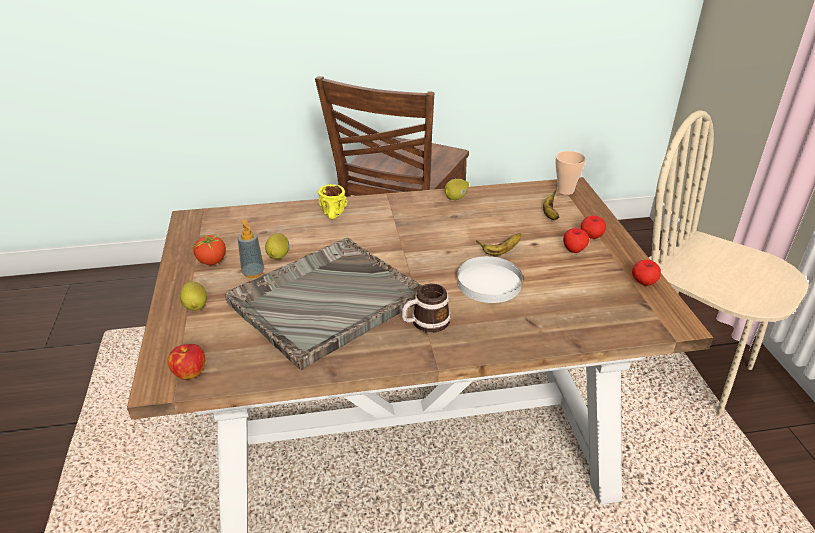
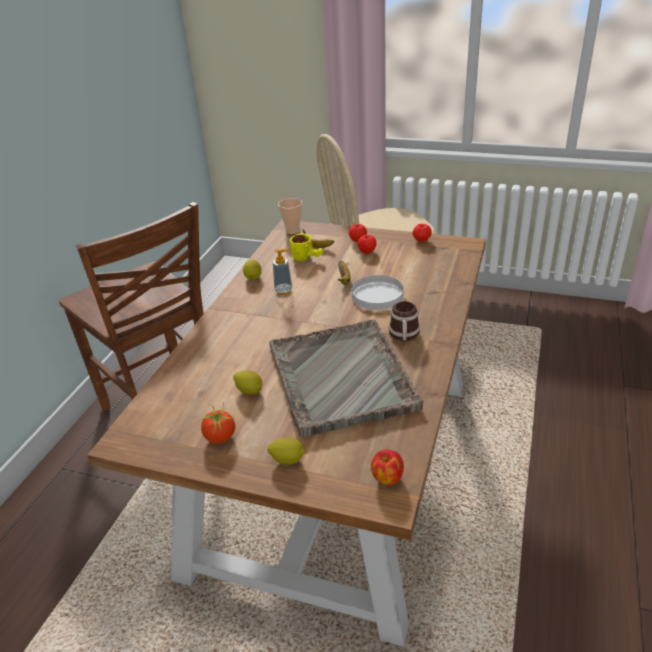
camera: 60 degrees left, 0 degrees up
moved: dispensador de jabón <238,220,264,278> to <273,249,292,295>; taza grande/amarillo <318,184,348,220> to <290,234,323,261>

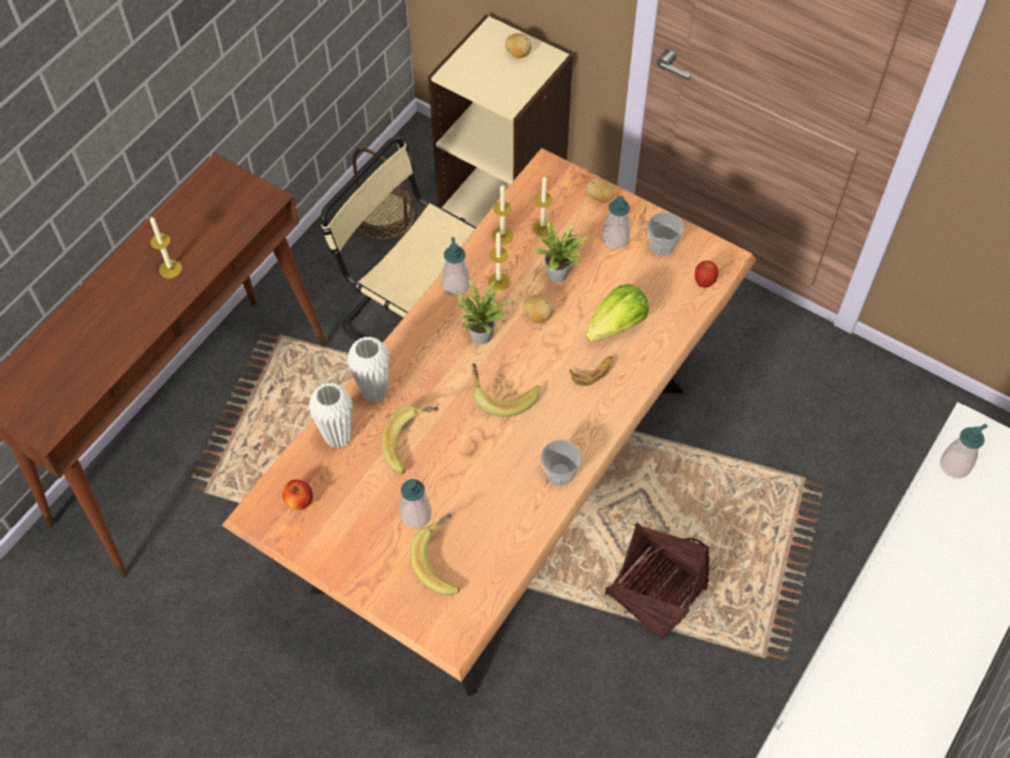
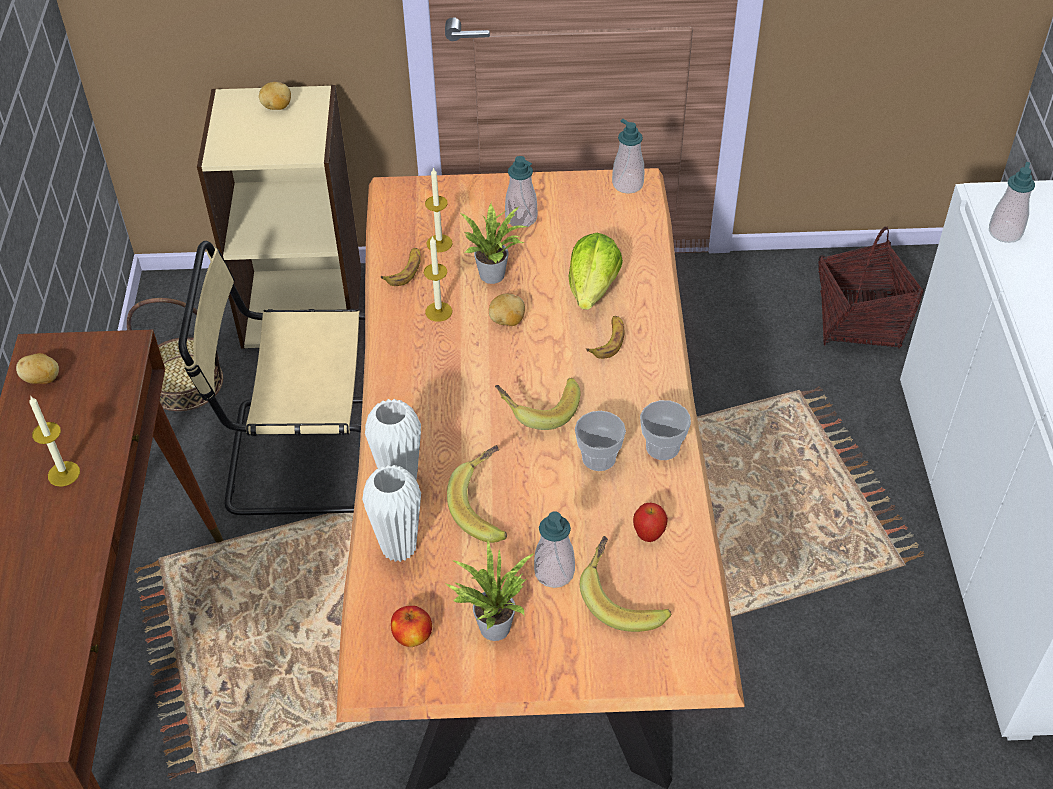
camera: 35 degrees left, 10 degrees down
moved: dispensador de jabón <442,237,470,296> to <612,119,644,194>; planta en maceta <456,279,515,345> to <446,540,534,641>; patata <587,179,614,203> to <16,353,59,384>; cesta <605,523,710,639> to <818,226,924,348>; taza <647,212,684,256> to <575,411,626,471>; manzana <695,261,719,288> to <633,503,668,542>
replaced: vela <492,184,513,245> to plátano <381,248,421,286>

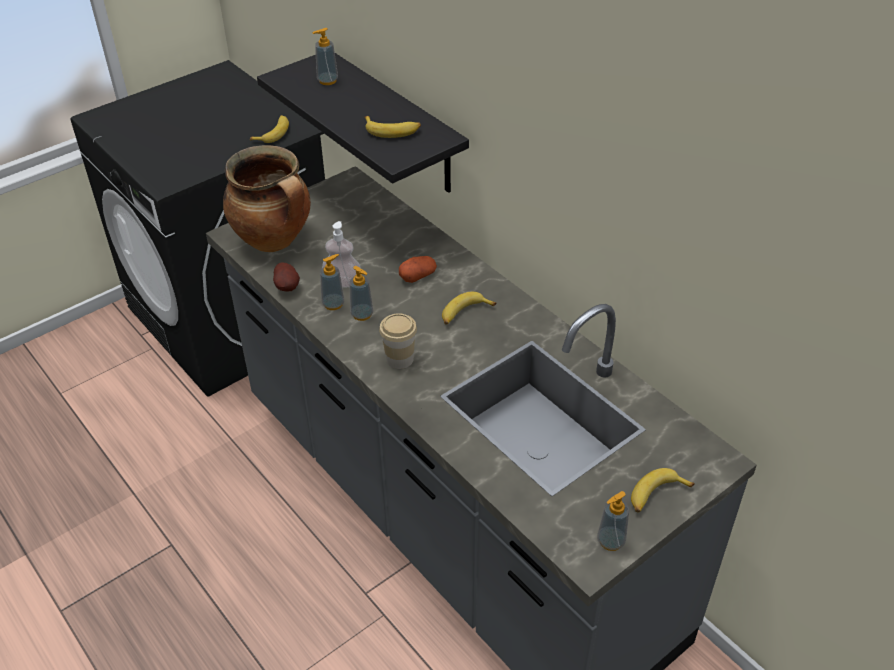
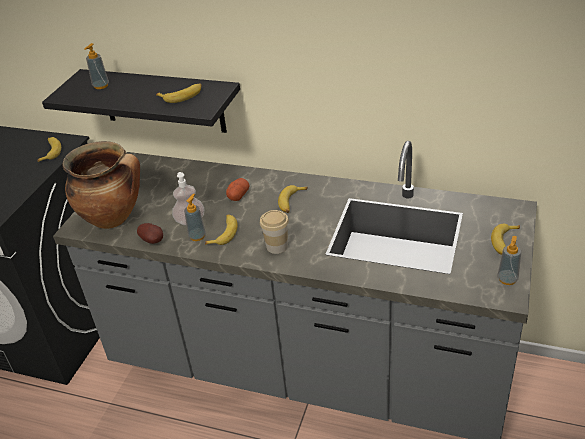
camera: 30 degrees left, 5 degrees down
replaced: dispensador de jabón <349,266,373,321> to plátano <205,214,238,245>

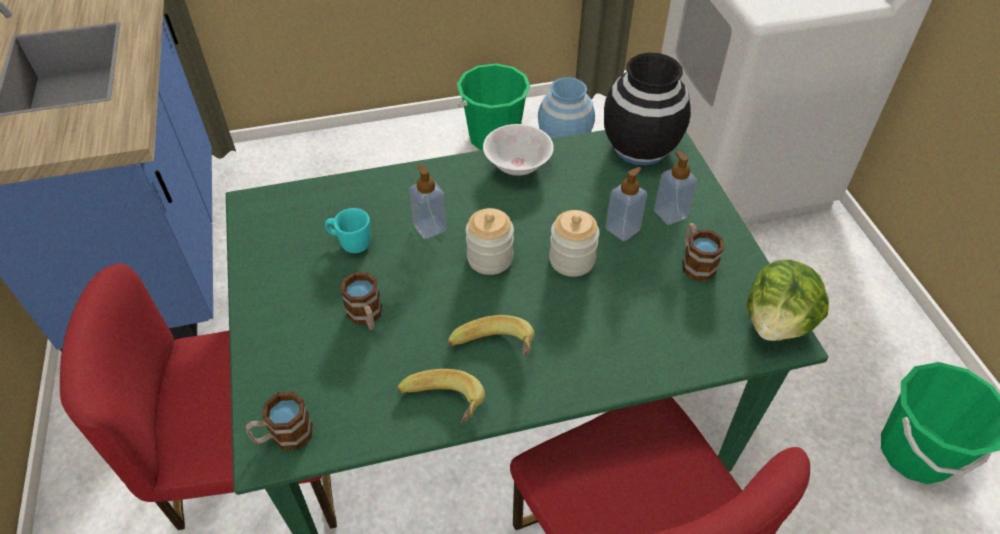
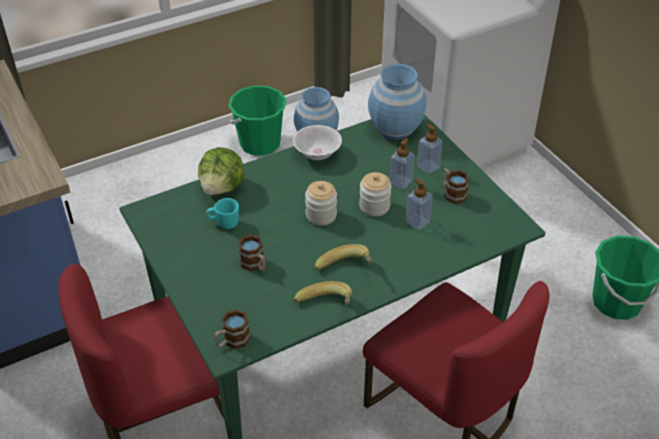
camera: 15 degrees left, 5 degrees down
moved: dispensador de jabón <409,164,447,239> to <405,178,433,230>; lechuga <747,260,829,341> to <198,147,244,195>
recoloured: florero/negro <604,53,691,165> to florero/azul <368,64,427,140>

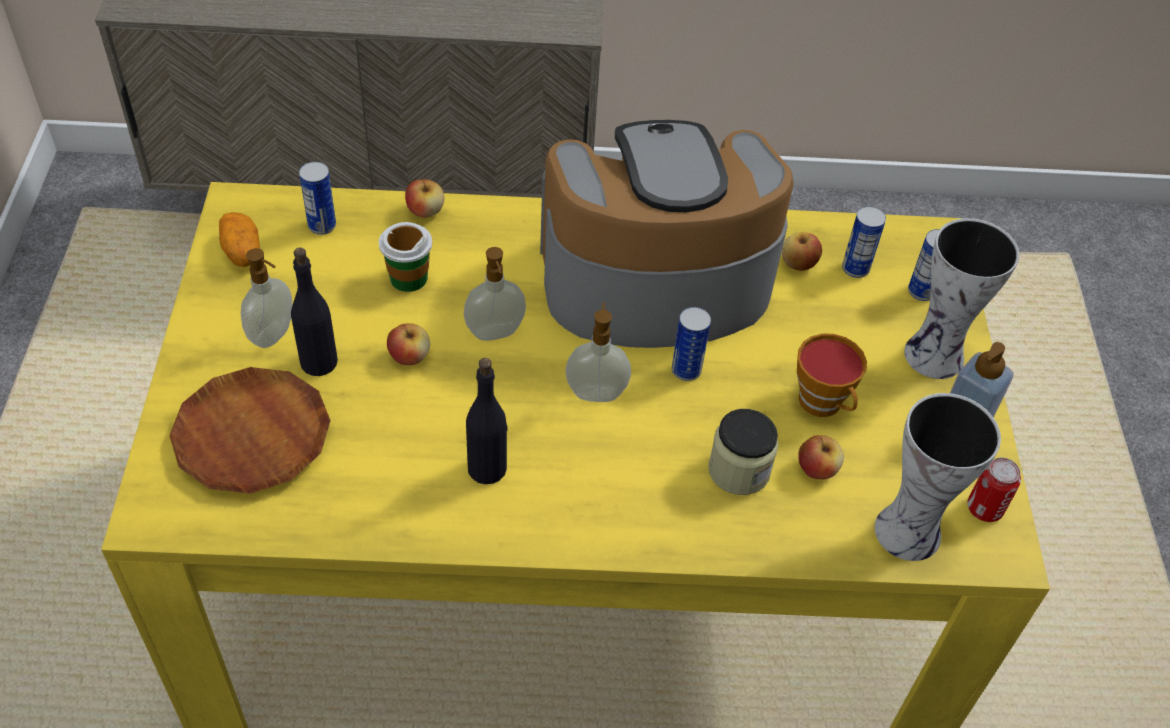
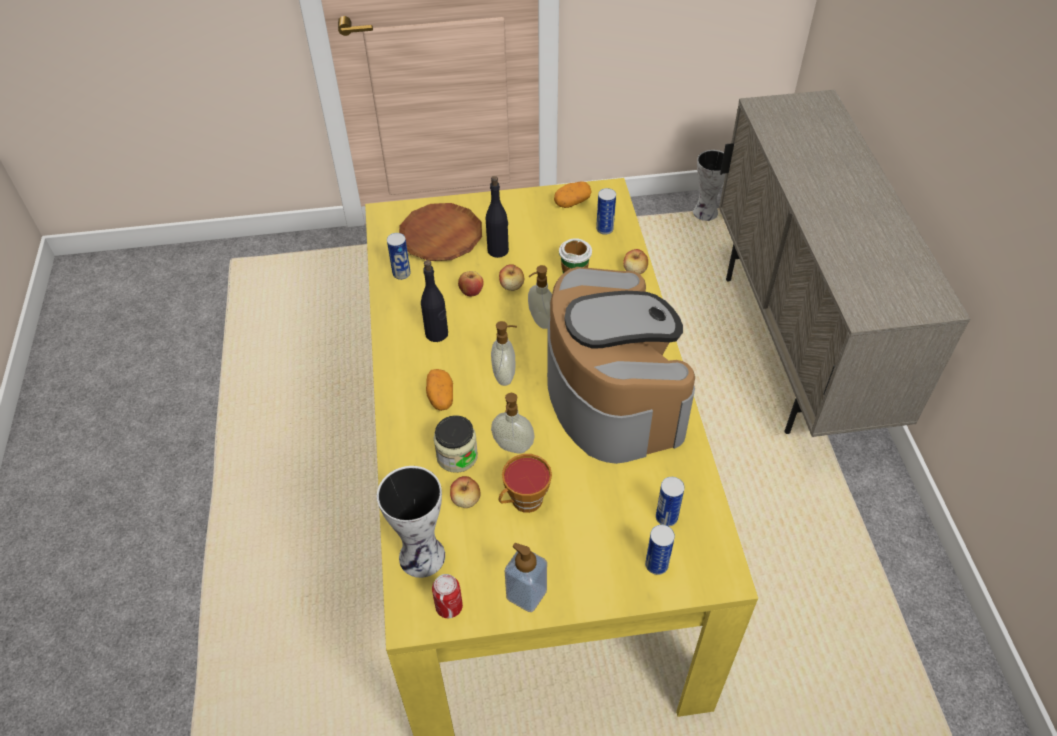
camera: 85 degrees right, 0 degrees up
added: patata <426,369,453,411>
moved: dispensador de jabón <240,248,292,348> to <491,393,535,454>; lata <672,307,711,381> to <387,233,411,280>; manzana <782,232,822,271> to <458,271,484,297>; florero <904,218,1019,379> to <693,150,726,221>

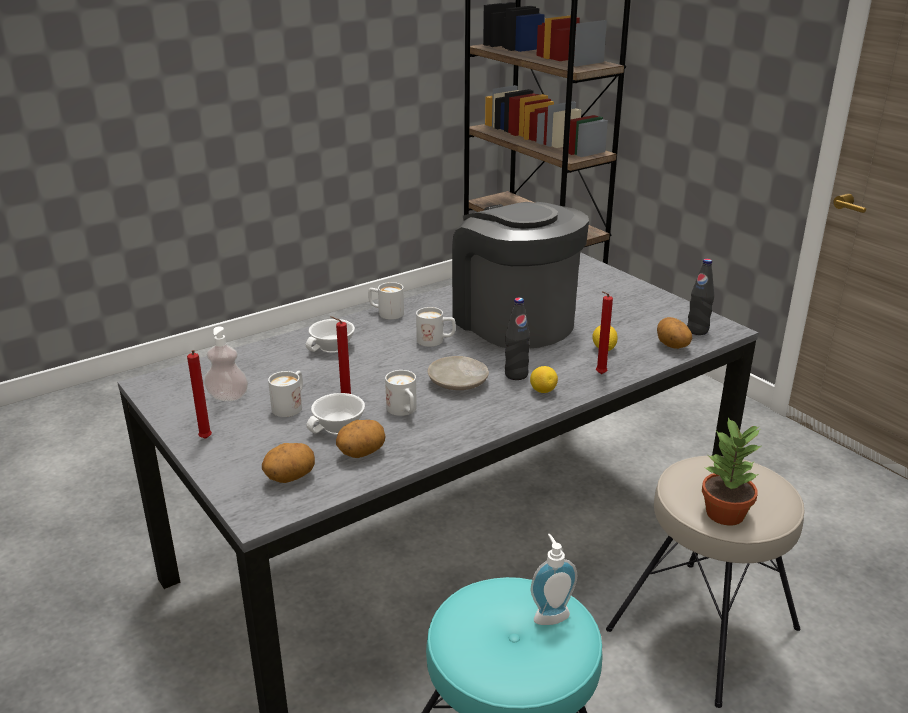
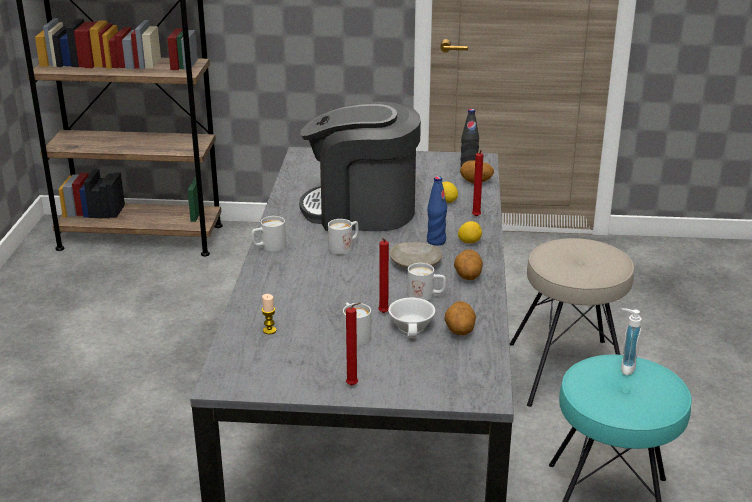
camera: 50 degrees left, 0 degrees up
removed: dispensador de jabón <204,326,248,401>; taza/blanco <306,319,355,353>; planta en maceta <702,417,762,526>
added: vela <262,294,276,334>
moved: patata <262,443,315,483> to <454,249,483,280>
recoloured: botella/negro <505,297,530,380> to botella/azul <427,176,447,246>

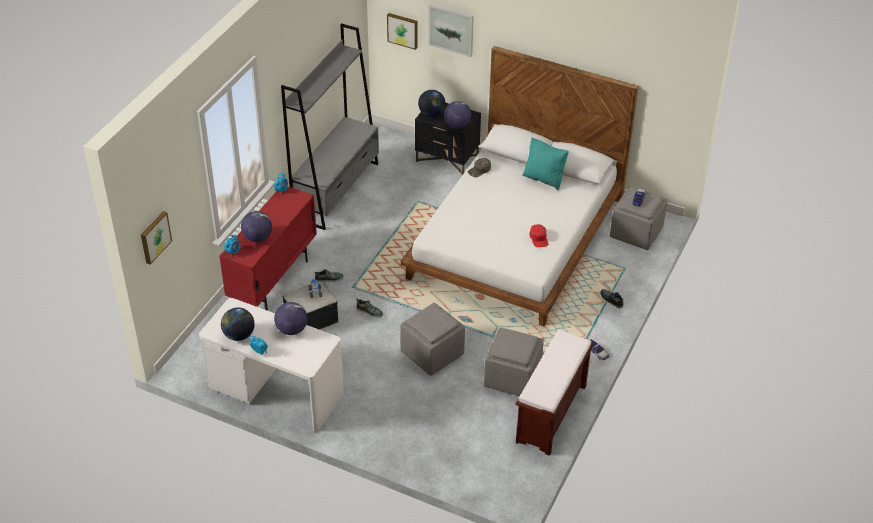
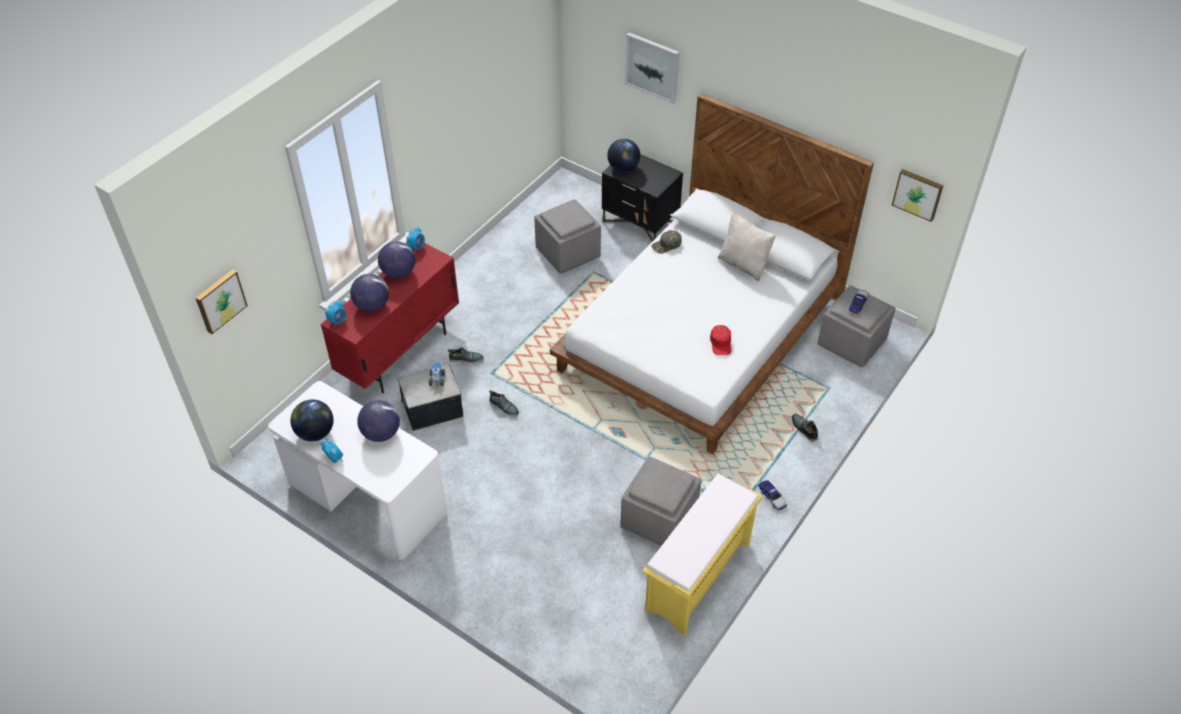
camera: 10 degrees right, 5 degrees up
removed: estantería/gris <281,23,379,230>
moved: cuadro <387,13,418,50> to <892,169,944,222>; puf/gris <400,303,465,376> to <534,199,601,274>; globo terráqueo <444,101,472,129> to <378,241,415,278>
recoloured: banco/marrón <515,330,594,456> to banco/amarillo <642,474,762,635>; cojín/turquesa <522,138,569,190> to cojín/beis <718,213,776,282>

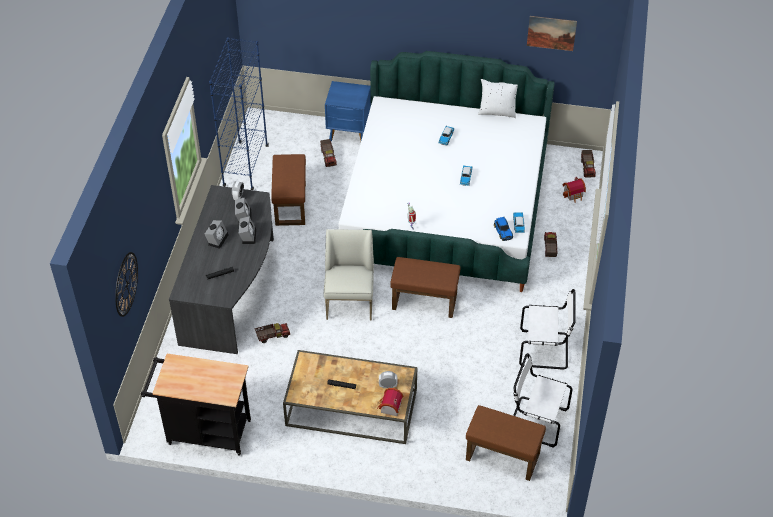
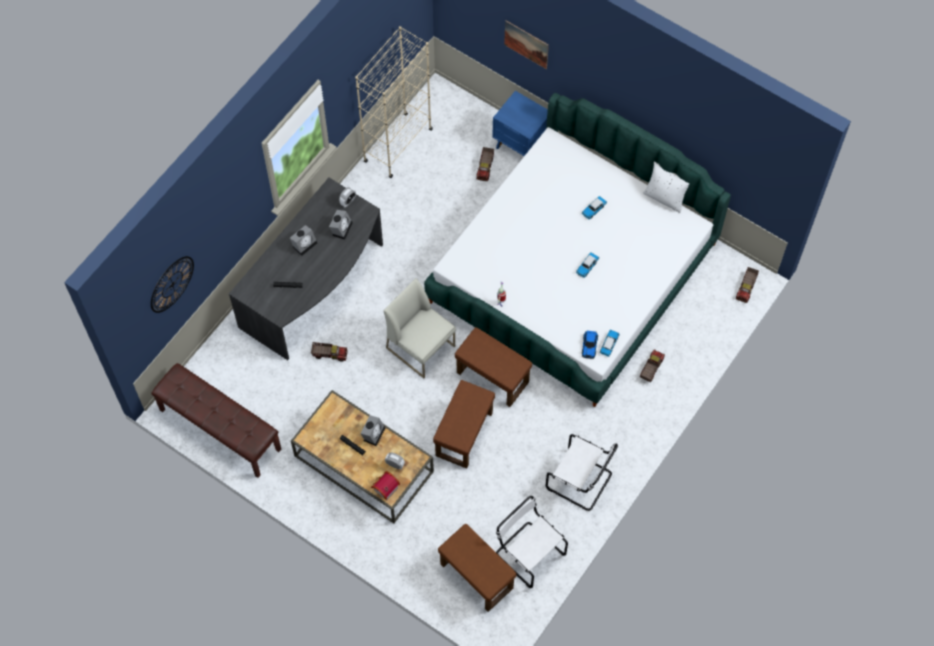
camera: 25 degrees right, 15 degrees up
removed: casita <562,177,586,202>
moved: despertador <239,217,256,244> to <360,415,385,446>; puf/marrón <271,154,306,226> to <433,380,495,469>; cuadro <527,16,577,51> to <504,20,549,69>
replaced: carrito/negro <141,354,251,456> to banco/marrón <151,363,281,478>
recoloured: estantería/azul <209,37,269,190> to estantería/beis <355,26,433,178>
turned: silla/blanco <324,229,374,321> = <384,278,456,378> 75 degrees counterclockwise

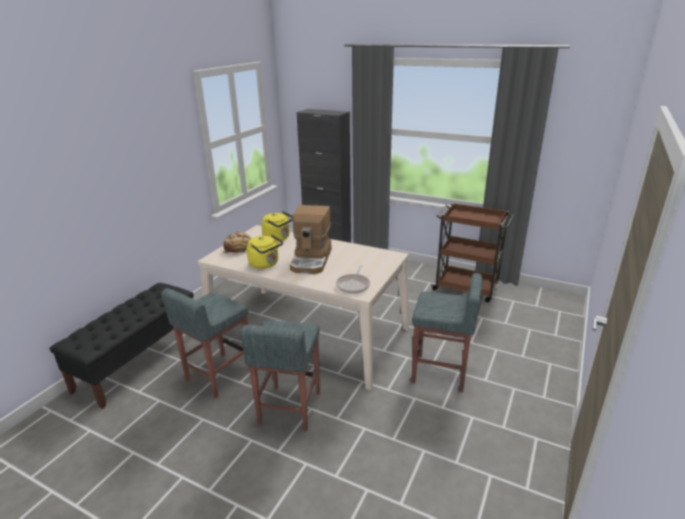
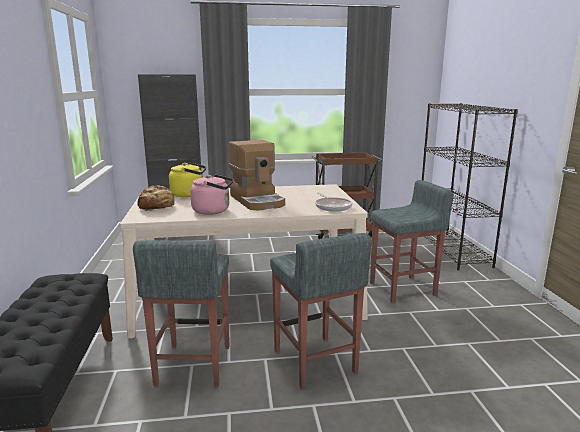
camera: 35 degrees left, 10 degrees down
added: estantería/negro <422,103,518,270>
recoloured: hervidor/amarillo <247,234,283,269> to hervidor/rosa <190,174,234,215>

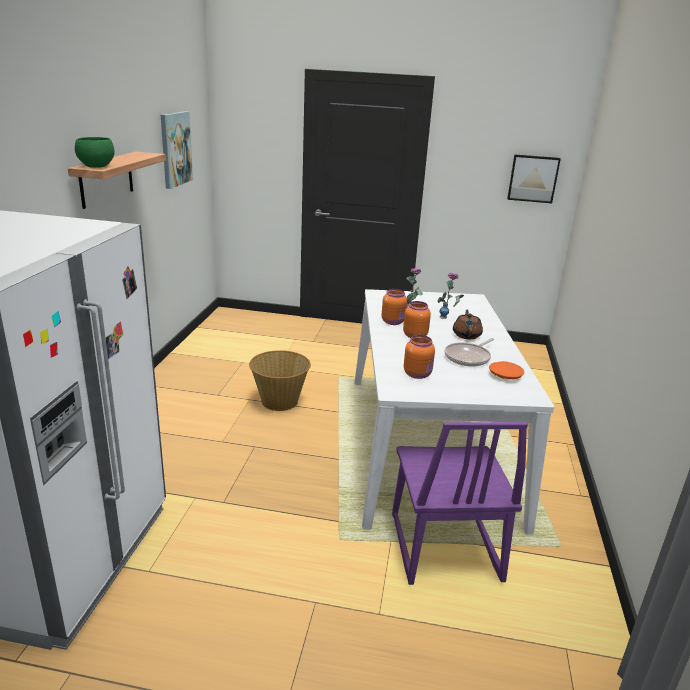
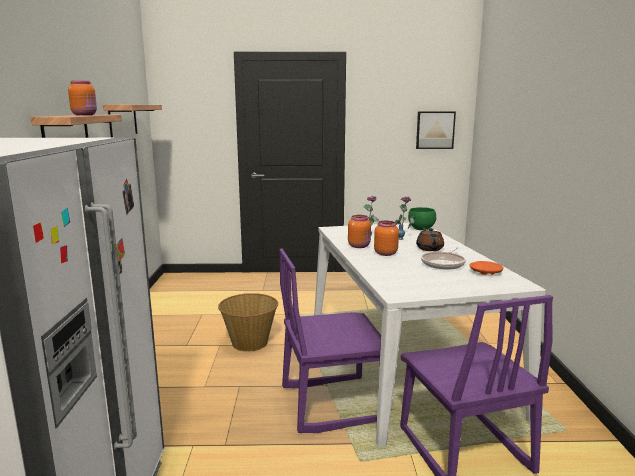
camera: 10 degrees left, 10 degrees down
added: silla/morado <279,248,381,433>
moved: cuenco/verde <75,137,115,168> to <408,207,436,230>; tarro/naranja <404,335,435,379> to <68,80,97,115>
replaced: cuadro <161,111,193,189> to estante <103,105,162,138>

